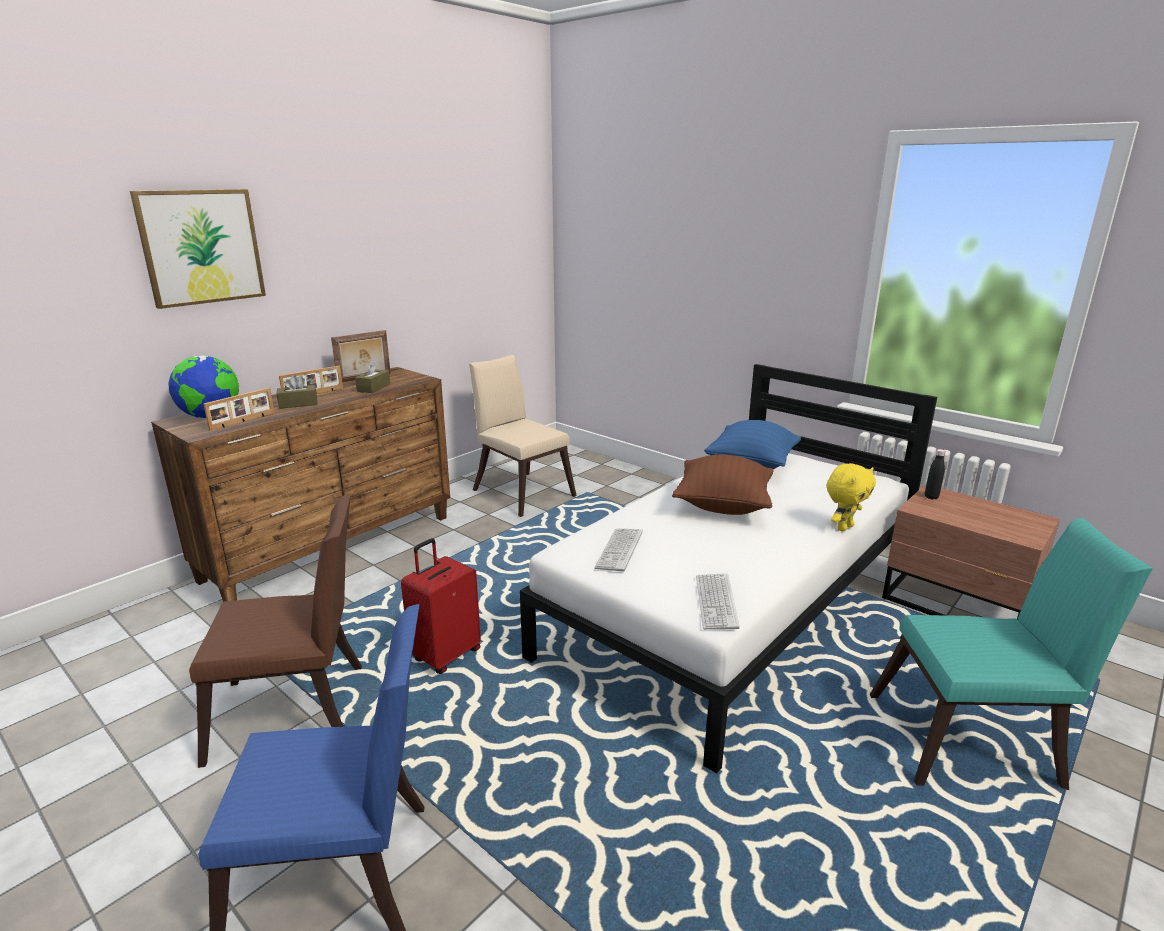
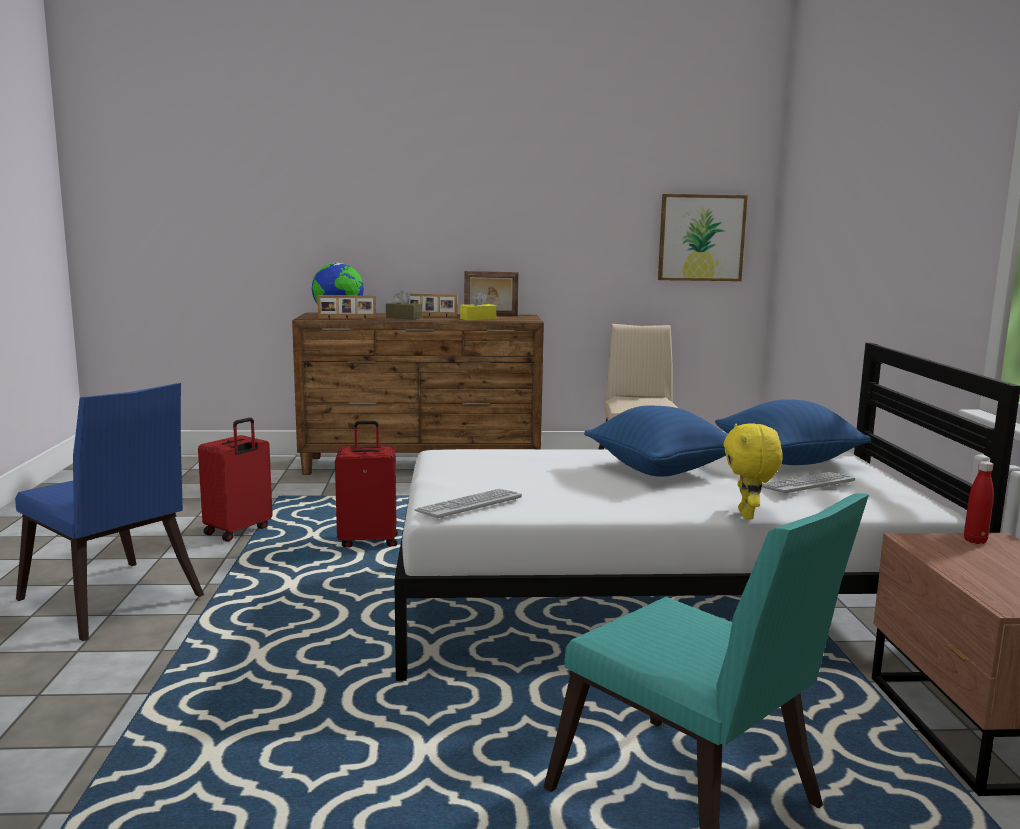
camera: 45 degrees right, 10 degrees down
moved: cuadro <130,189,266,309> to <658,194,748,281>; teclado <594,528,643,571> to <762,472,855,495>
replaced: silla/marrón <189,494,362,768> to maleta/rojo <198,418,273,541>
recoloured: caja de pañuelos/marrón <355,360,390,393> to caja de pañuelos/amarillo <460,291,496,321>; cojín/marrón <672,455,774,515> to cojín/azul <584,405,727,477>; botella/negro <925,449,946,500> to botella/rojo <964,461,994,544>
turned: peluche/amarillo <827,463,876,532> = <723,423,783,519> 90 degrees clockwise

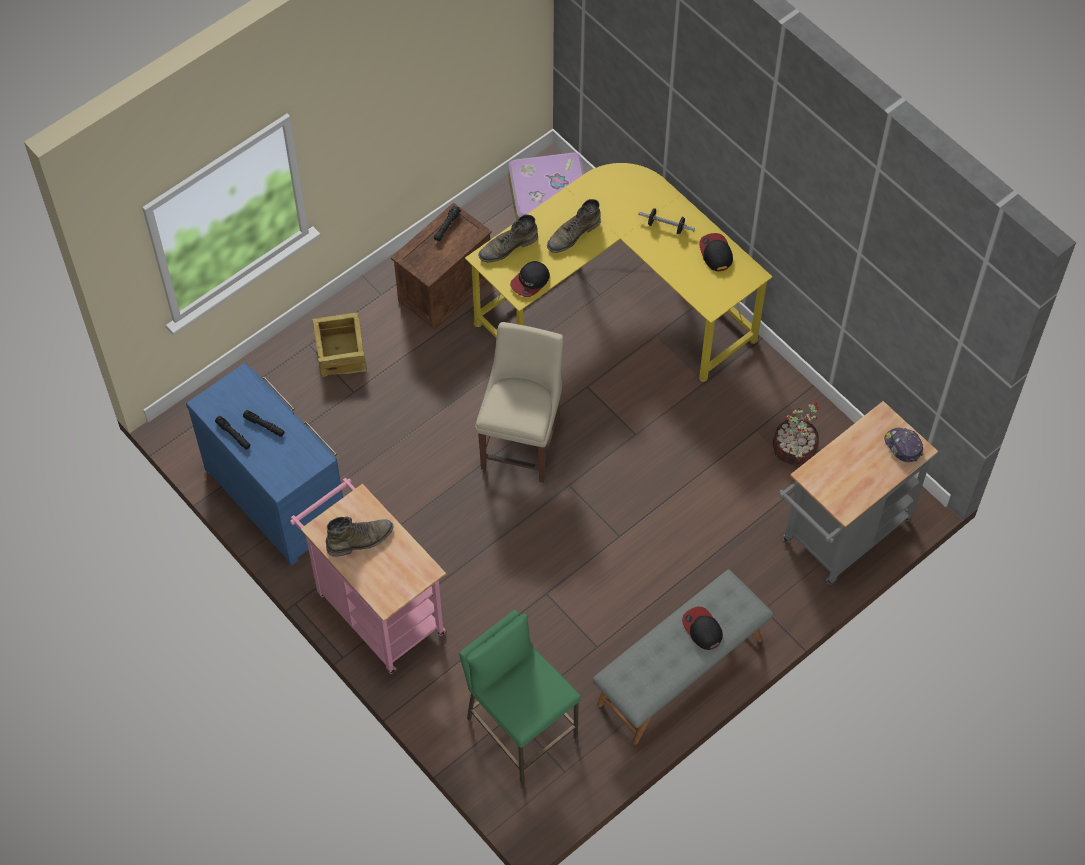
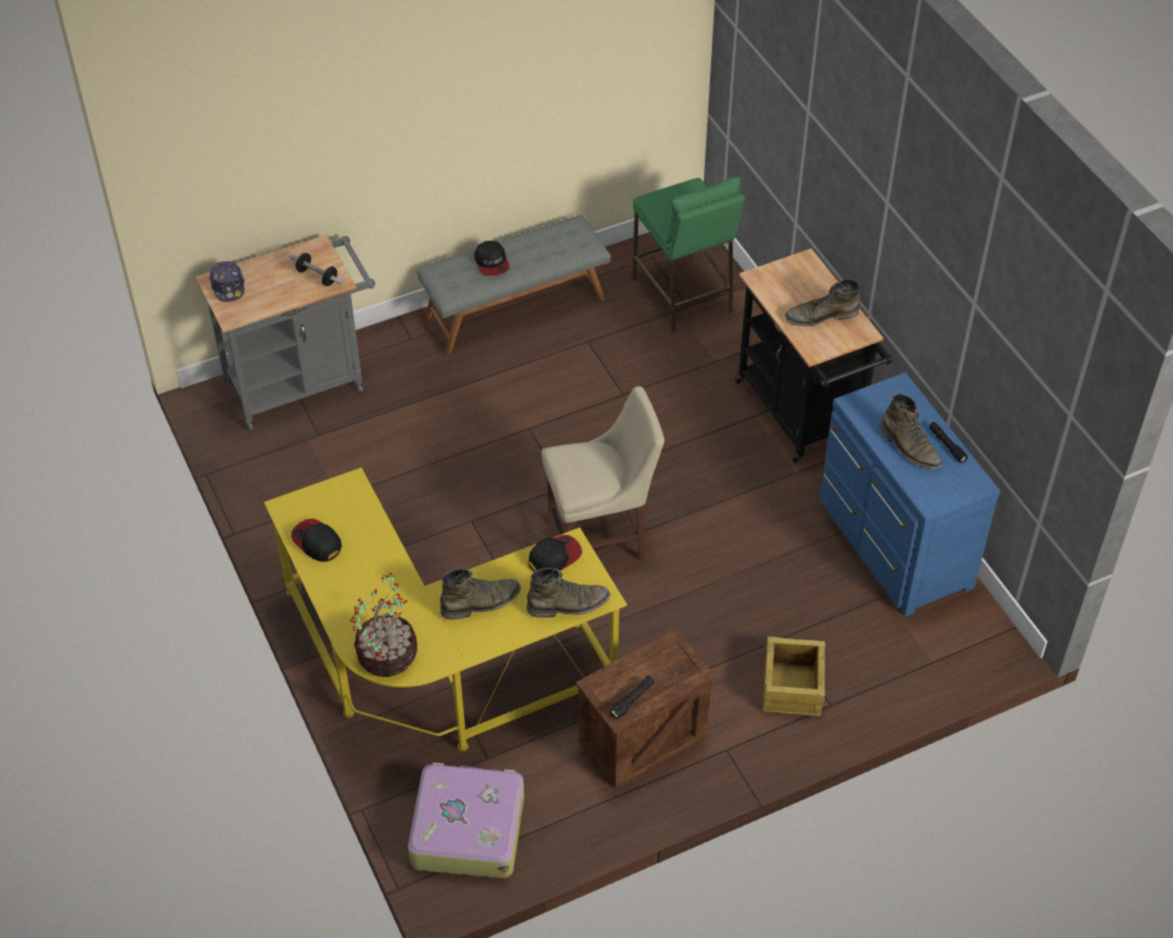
camera: 165 degrees left, 10 degrees down
moved: mancuerna <638,208,695,234> to <289,253,344,286>; planta en maceta <773,402,819,465> to <350,573,417,677>
replaced: linterna/negro <243,410,285,437> to bota/verde <880,393,943,469>
recoloured: carrito/rosa <290,478,446,674> to carrito/negro <735,249,893,463>
turned: silla/beis <475,322,564,483> = <541,386,665,560> 135 degrees counterclockwise; gorra <699,233,733,271> = <291,518,342,562> 135 degrees clockwise

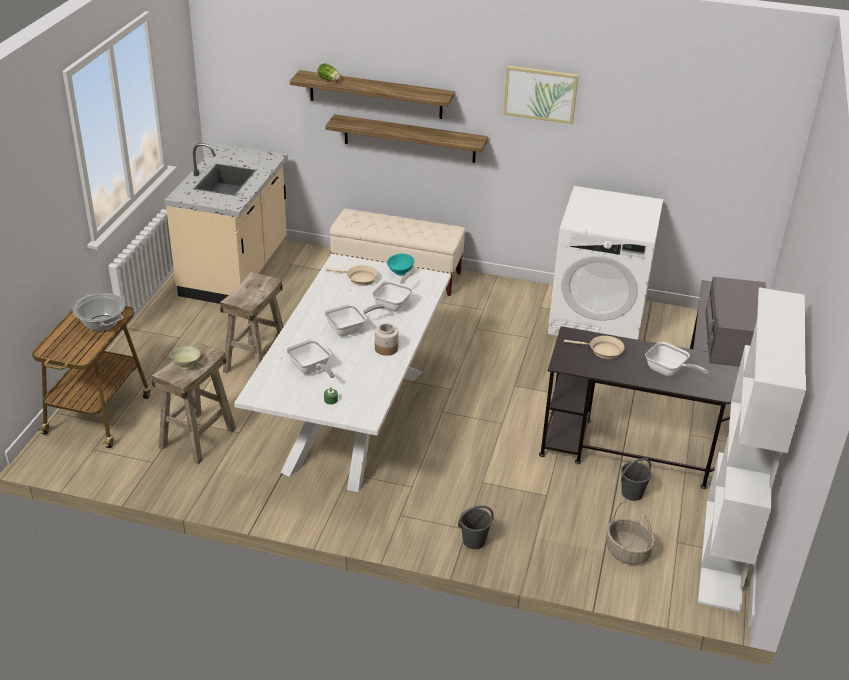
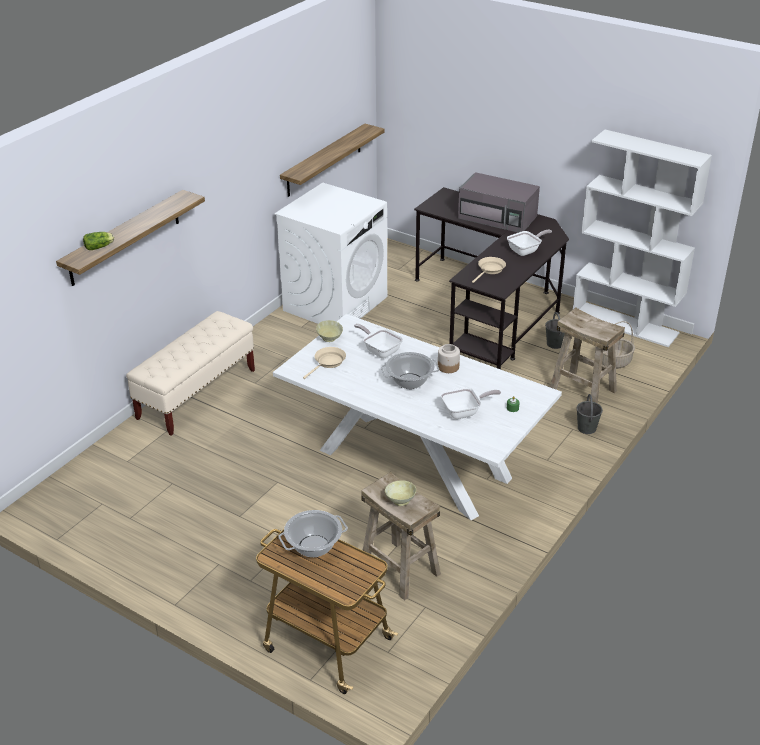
camera: 70 degrees left, 0 degrees up
removed: mueble bajo de cocina/beis <165,143,288,304>; cuadro <503,65,579,124>
moved: taburete/beis <220,272,284,373> to <550,307,625,403>; estante <325,114,488,163> to <280,124,384,197>
replaced: sartén <324,304,385,337> to olla <381,352,439,389>
recoloured: cuenco/turquesa <387,254,414,275> to cuenco/beis <316,320,343,342>

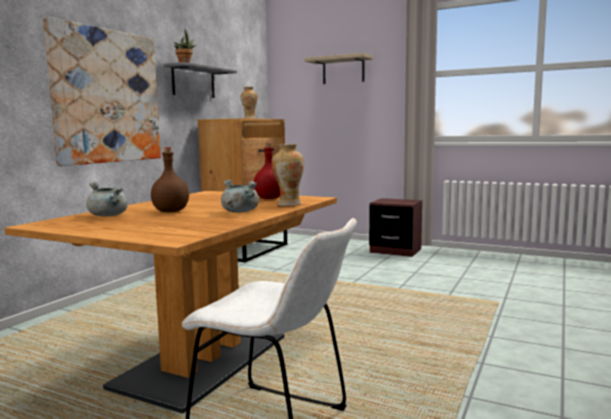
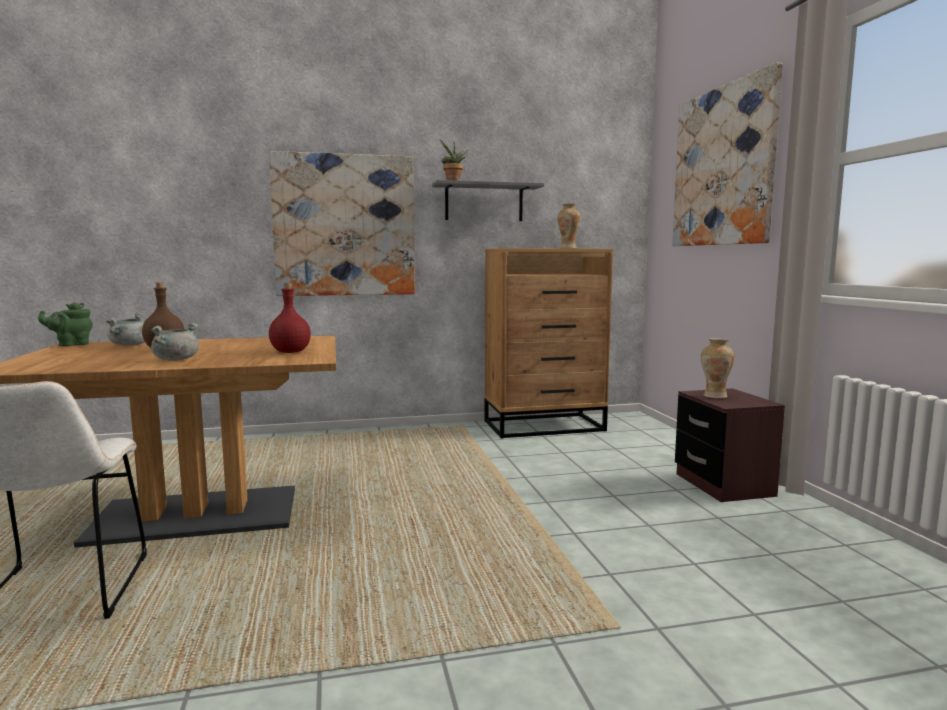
camera: 50 degrees right, 0 degrees up
added: tetera/verde <38,303,93,347>
moved: florero <272,144,304,206> to <701,338,734,398>
replaced: estante <304,53,373,84> to cuadro <672,62,783,246>

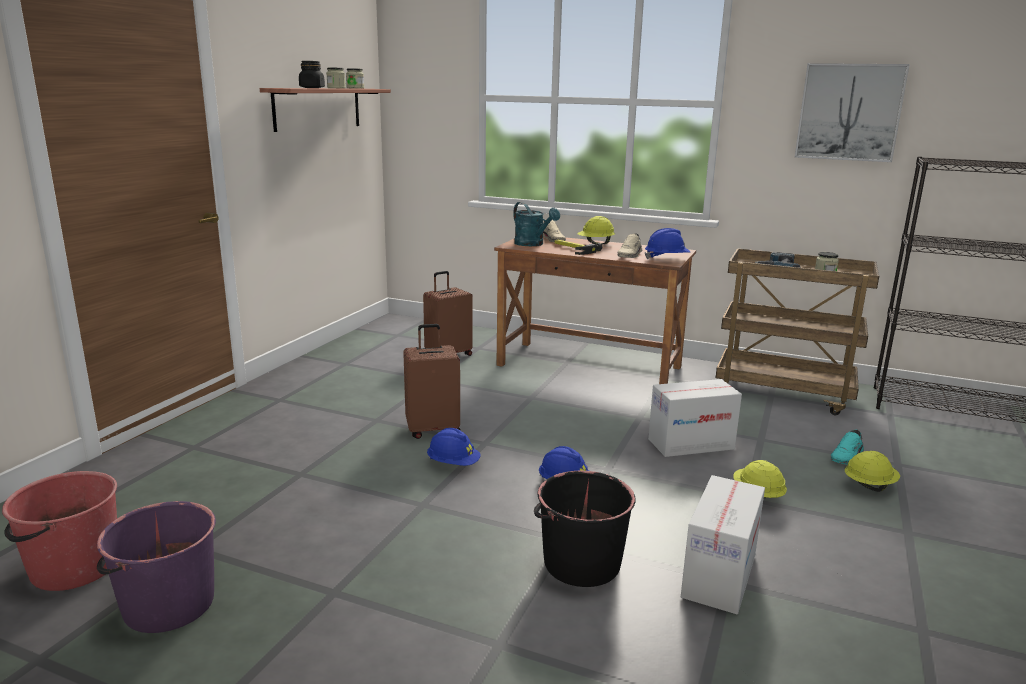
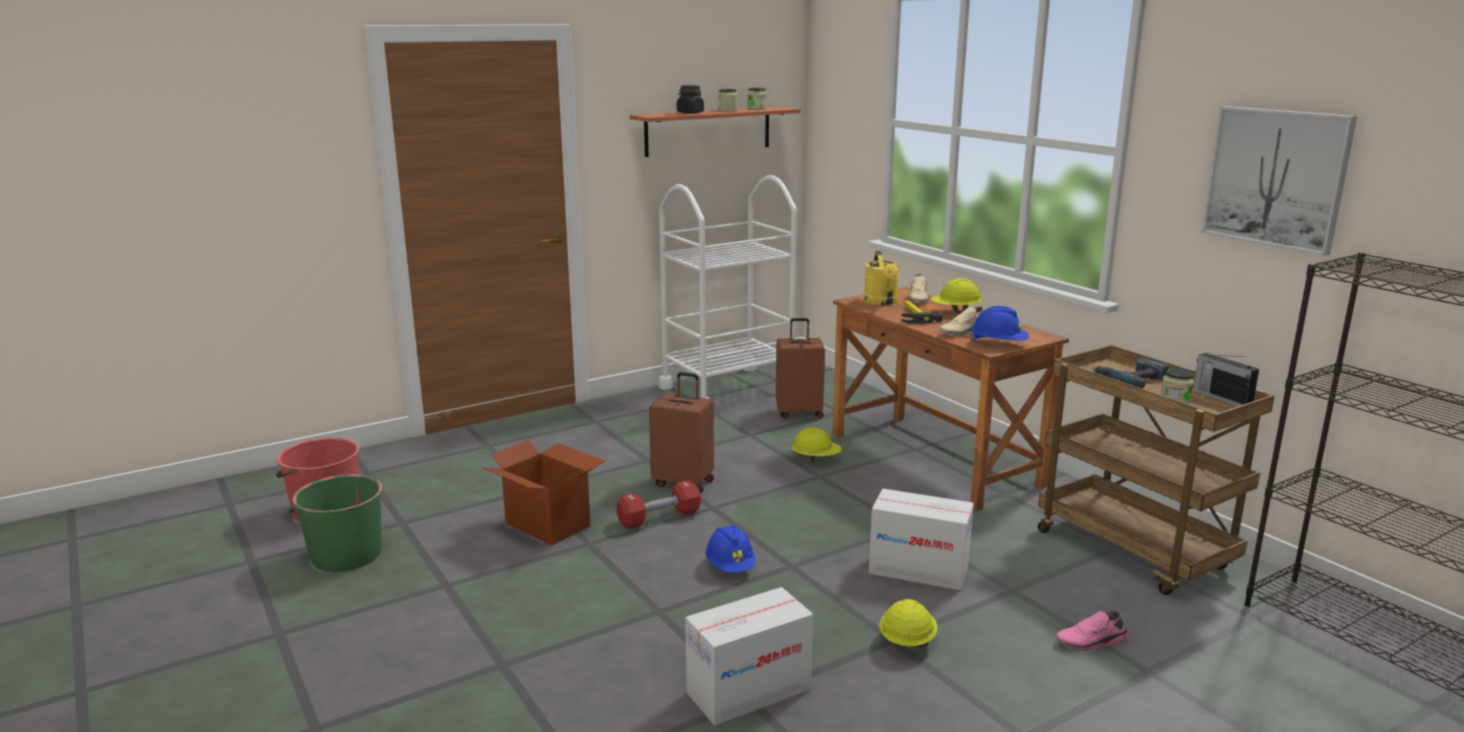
camera: 35 degrees right, 0 degrees up
removed: cubo/negro <534,471,636,587>
added: caja de cartón <482,440,605,545>; carrito/blanco <659,175,797,399>; radio <1193,353,1259,406>
moved: casco/amarillo <845,451,900,492> to <791,428,842,463>
replaced: casco/azul <427,428,481,466> to mancuerna/rojo <616,480,701,529>
recoloured: cubo/morado <97,501,216,633> to cubo/verde <289,474,383,572>; regadera/turquesa <513,202,560,246> to regadera/amarillo <864,251,899,305>; zapato/turquesa <831,430,864,465> to zapato/rosa <1056,611,1128,652>

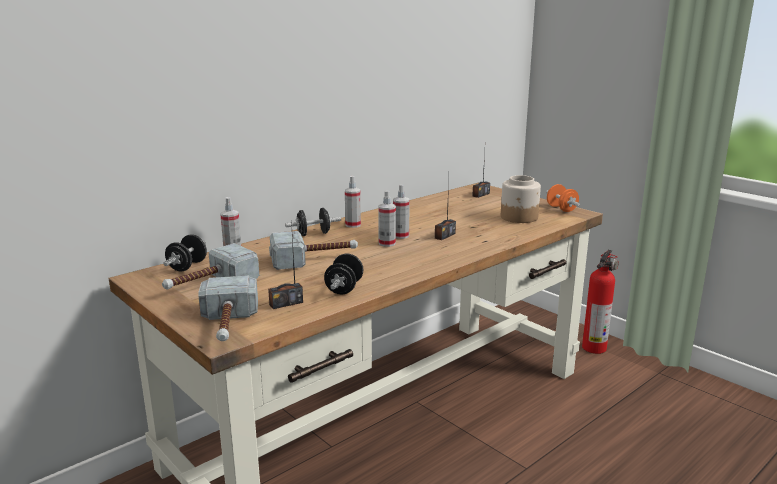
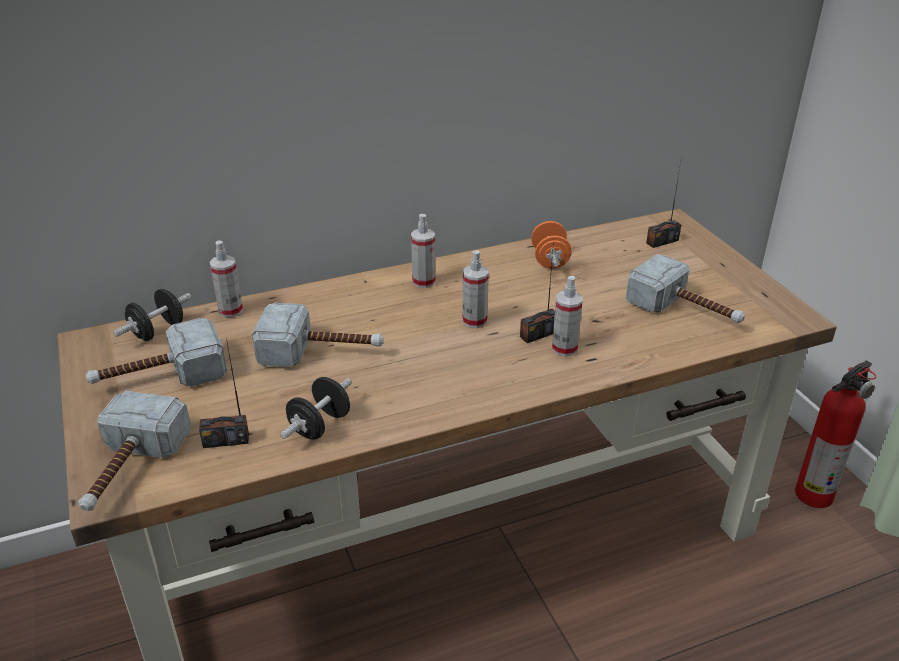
camera: 20 degrees right, 15 degrees up
removed: mancuerna/negro <285,208,341,236>
moved: pulverizador <378,191,396,247> to <552,276,583,357>; mancuerna/naranja <546,184,580,212> to <531,221,572,269>
replaced: tarro <501,175,541,223> to martillo <626,254,745,323>

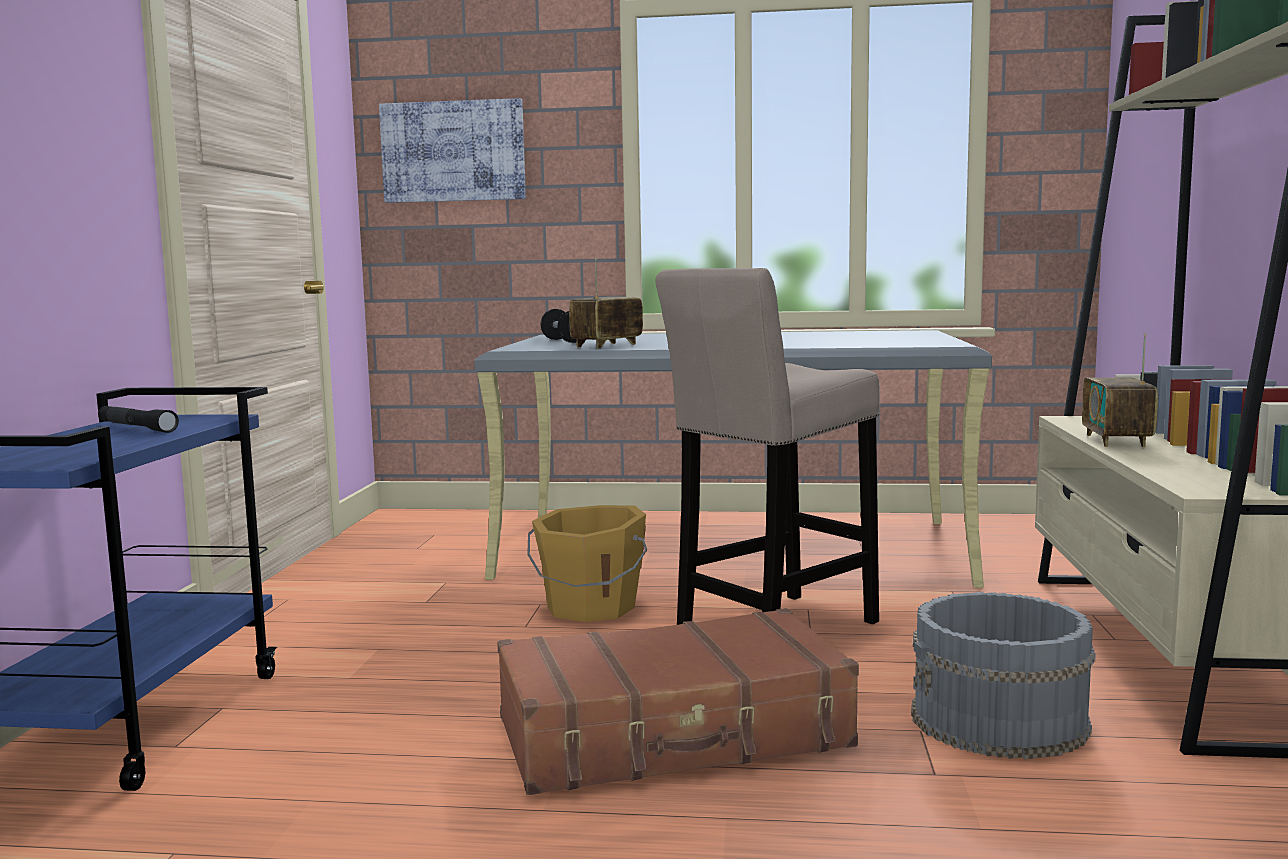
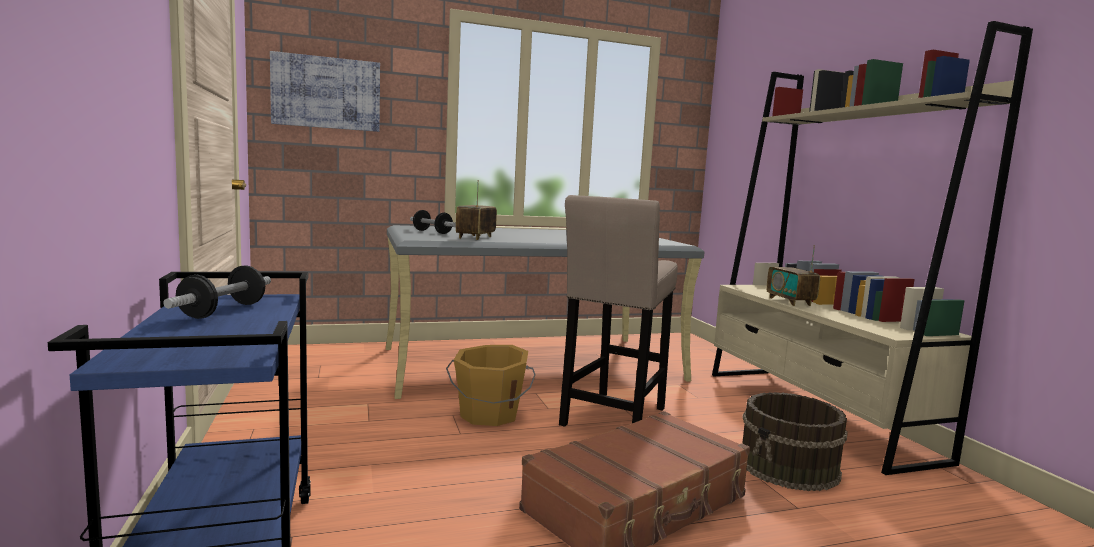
camera: 25 degrees left, 0 degrees up
replaced: linterna/negro <98,406,179,433> to mancuerna <163,265,271,319>
recoloured: cubo/gris <911,592,1096,759> to cubo/marrón <742,392,848,491>

